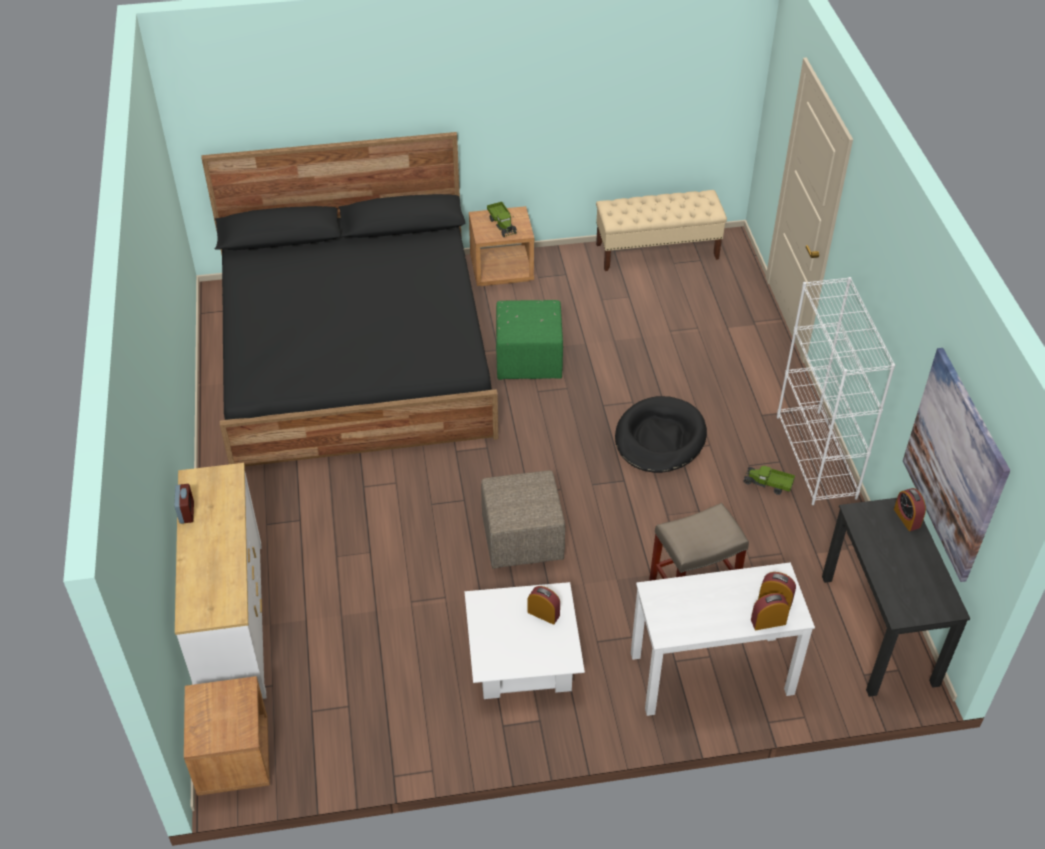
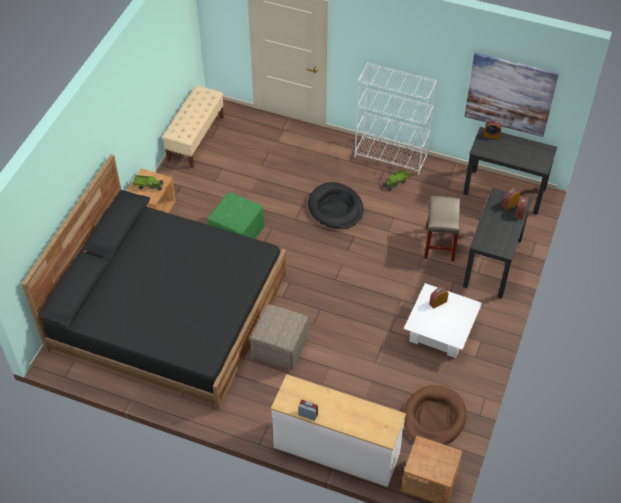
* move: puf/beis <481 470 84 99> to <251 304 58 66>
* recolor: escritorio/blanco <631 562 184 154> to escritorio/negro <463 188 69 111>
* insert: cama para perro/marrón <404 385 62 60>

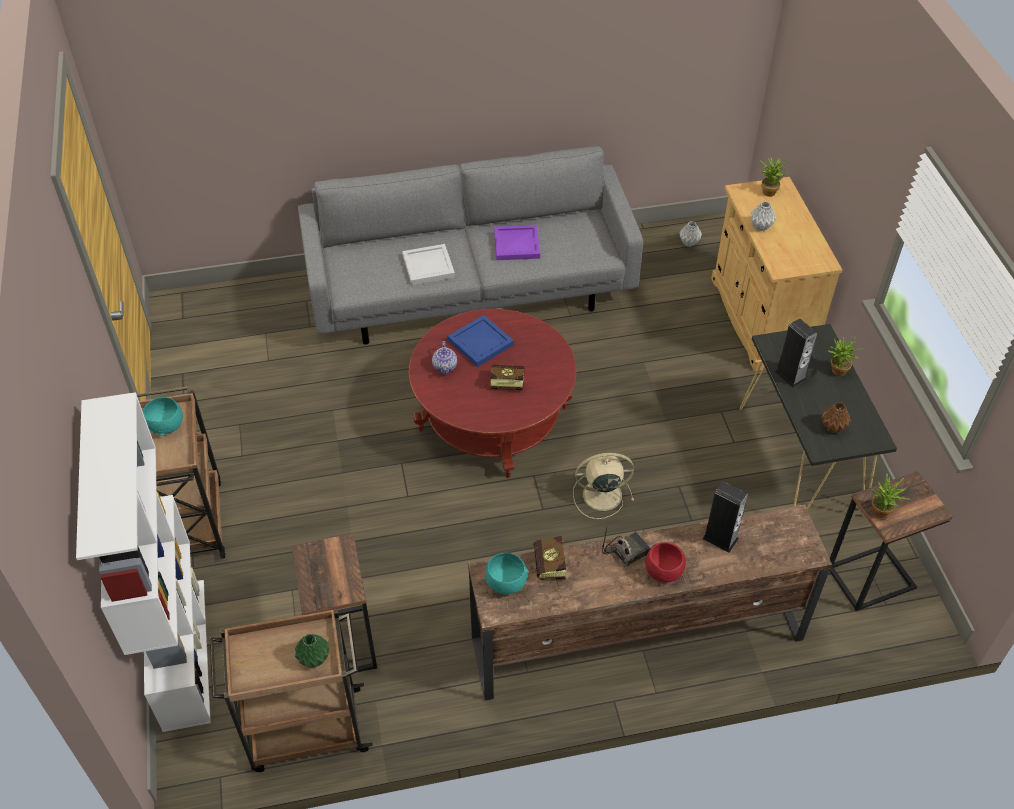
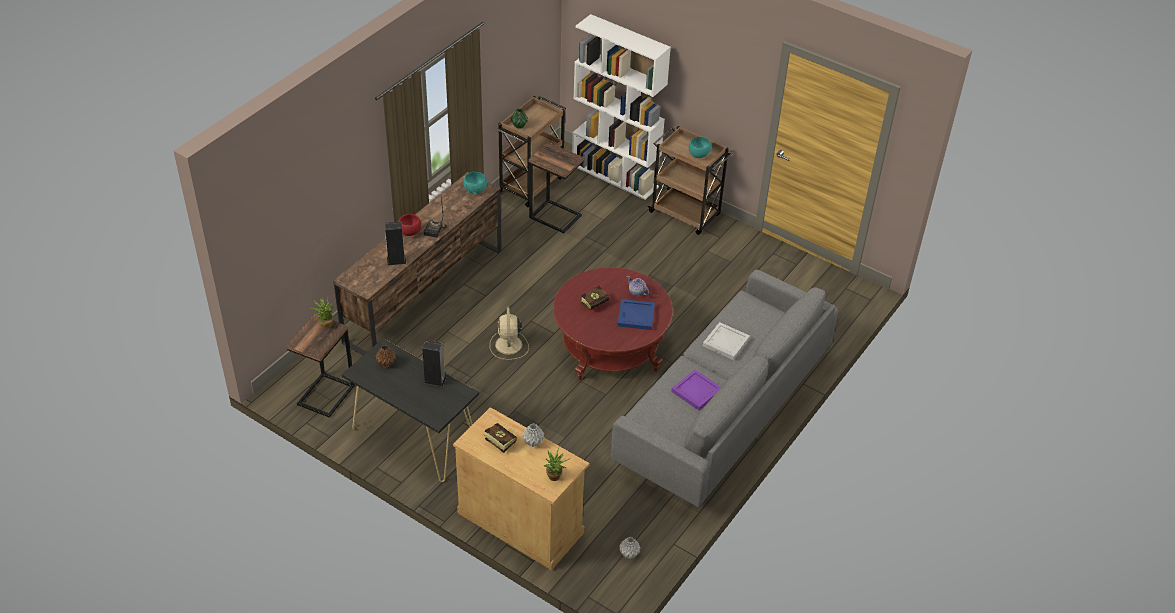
* move: libro <533 536 34 55> to <483 423 34 30>
* rotate: ventilador/beis <573 453 61 66> = <490 307 39 53> 135 degrees clockwise
* delete: planta en maceta <828 337 35 39>

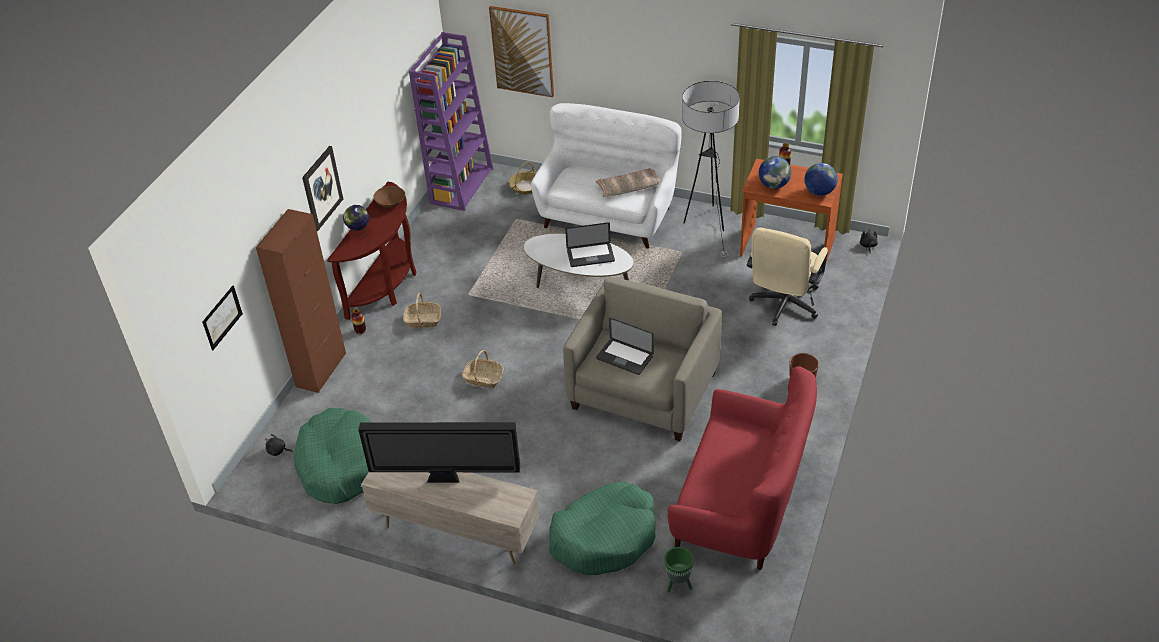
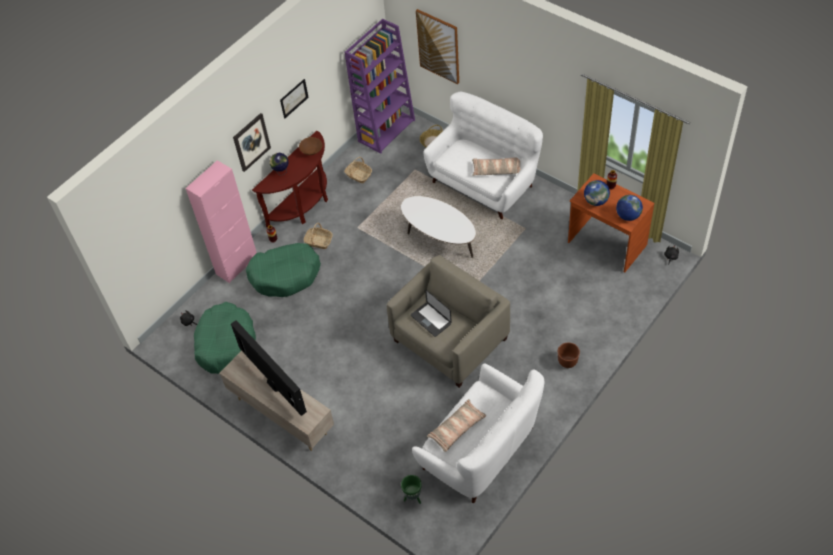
* move: cuadro <202 286 41 64> to <280 79 29 39>
* recolor: armario/marrón <256 209 90 184> to armario/rosa <185 160 72 123>
* rotate: televisor <358 422 162 61> = <231 320 76 96> 150 degrees counterclockwise
* move: cesta <462 350 42 38> to <344 157 28 26>
* move: cama para perro/verde <549 482 107 93> to <246 243 75 54>
* delete: portátil <565 222 50 45>
* recolor: sofá/rojo <668 366 149 204> to sofá/blanco <412 364 132 139>
* delete: lámpara de pie <682 81 58 176>
* delete: silla de oficina/beis <747 227 81 99>
* insert: cojín <427 399 59 53>

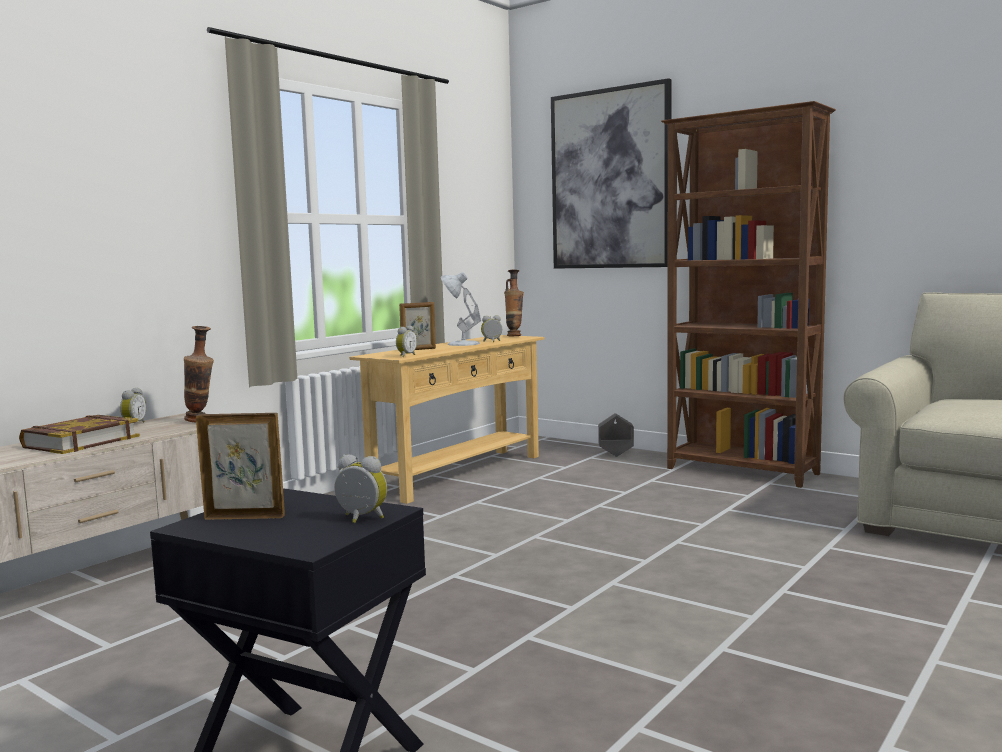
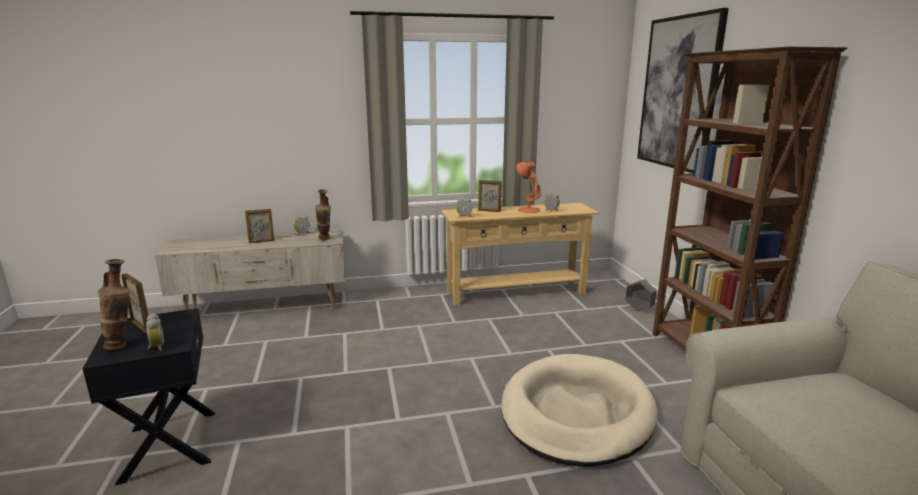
* replace: libro <19 415 121 39> to portarretratos <245 209 29 34>
* recolor: lámpara de mesa/blanco <441 272 40 74> to lámpara de mesa/naranja <516 162 25 51>
* move: florero <504 269 20 67> to <98 259 33 91>
* insert: cama para perro/beis <501 354 157 113>

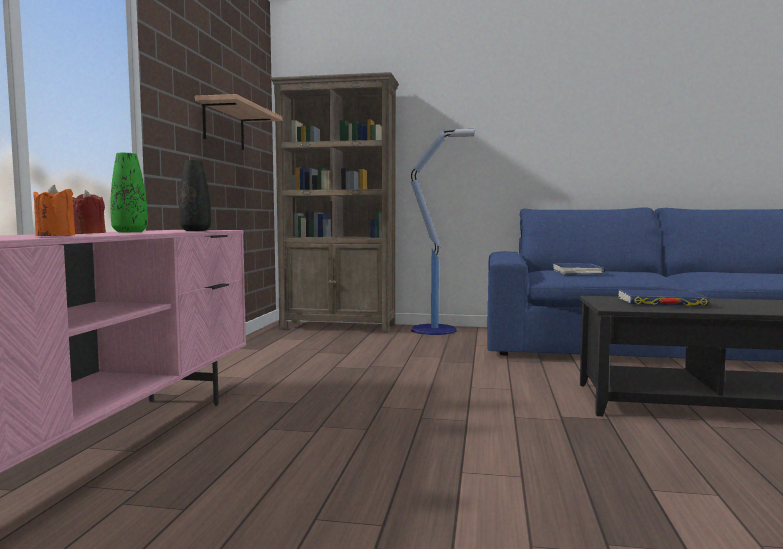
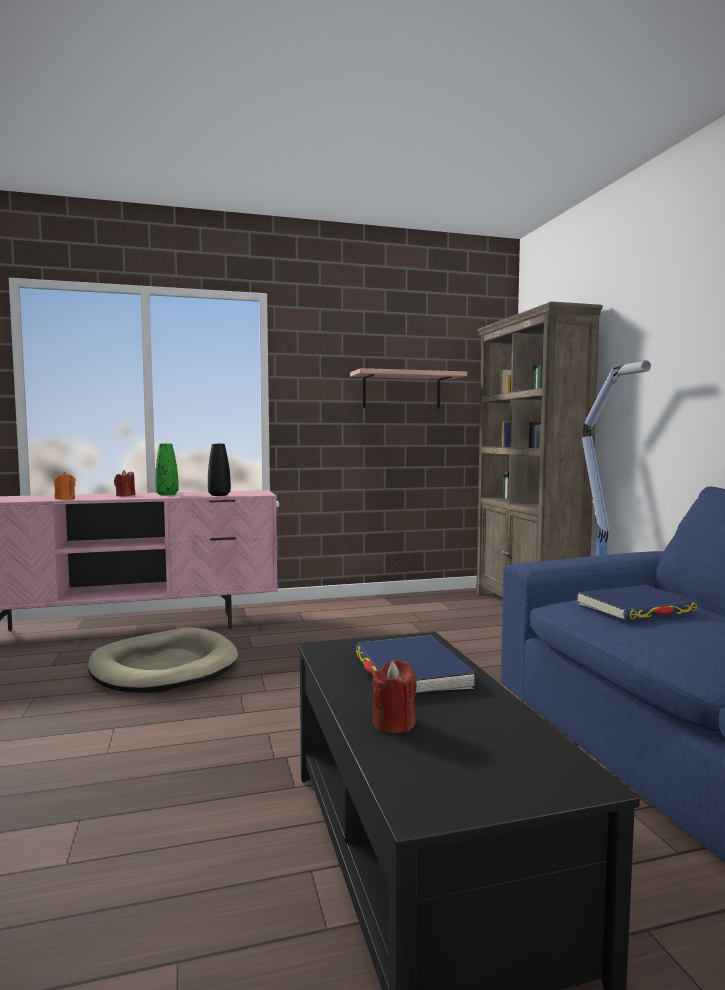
* insert: cama para perro/beis <88 627 150 66>
* insert: vela/rojo <372 660 45 73>

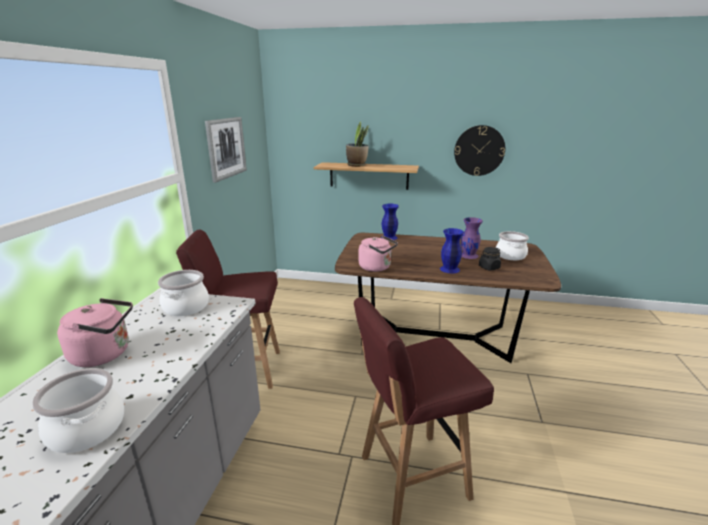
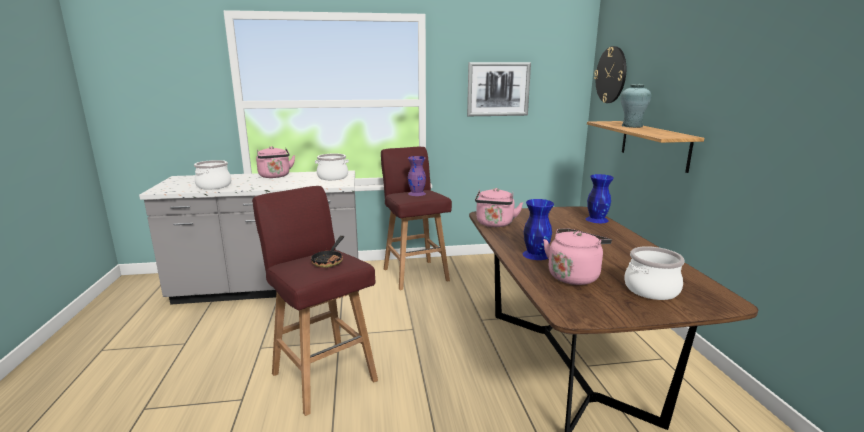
* replace: planta en maceta <346 121 23 46> to florero/turquesa <620 84 31 44>
* move: reloj de pared <454 125 51 51> to <594 46 32 57>
* move: florero/morado <461 217 22 42> to <408 156 18 40>
* replace: tarro/negro <479 247 22 24> to hervidor/rosa <543 228 69 57>
* insert: sartén <310 236 34 32>

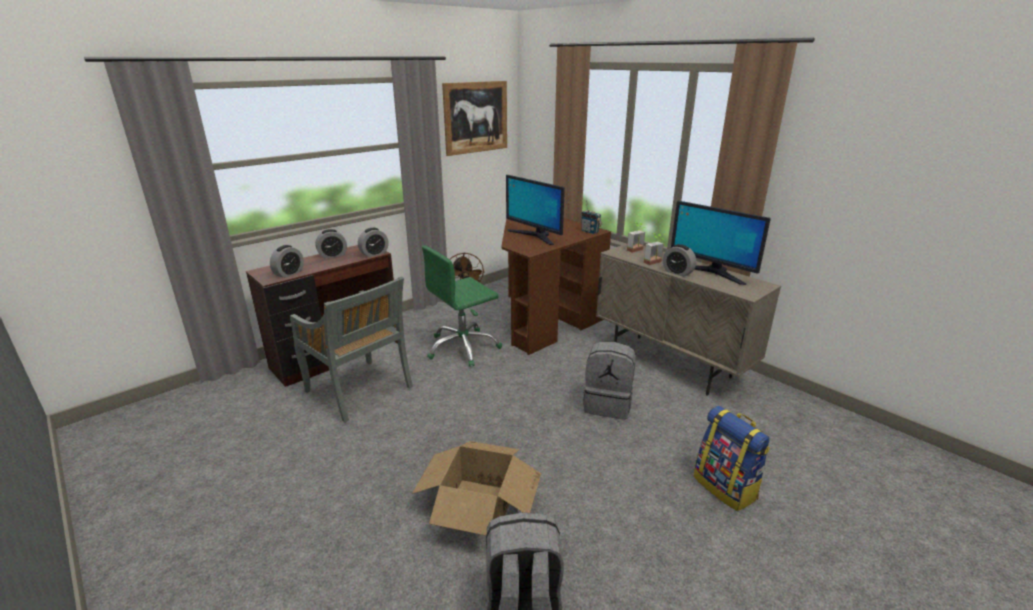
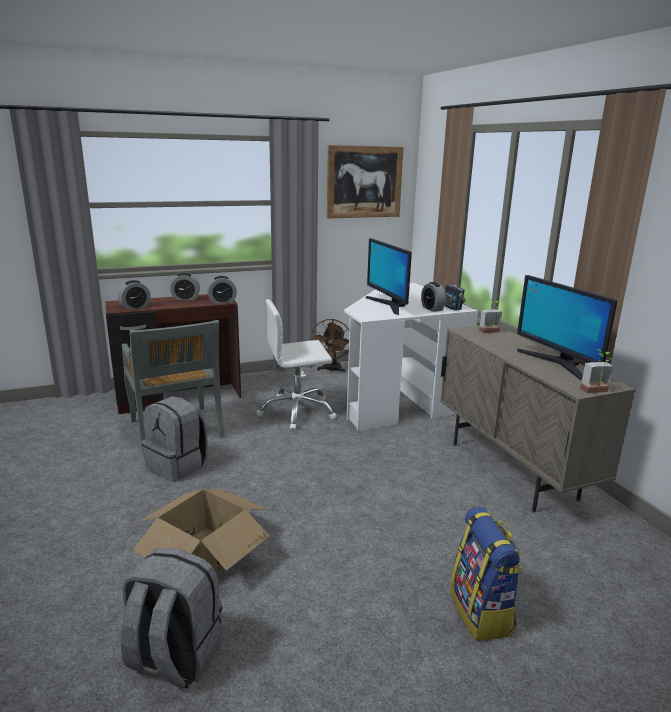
* recolor: silla de oficina/verde <422 245 80 122> to silla de oficina/blanco <257 299 80 131>
* recolor: escritorio/marrón <501 218 110 137> to escritorio/blanco <344 283 134 148>
* move: mochila/gris <583 342 53 78> to <142 396 66 86>
* move: planta en maceta <644 233 20 32> to <580 349 33 44>
* move: despertador <663 244 33 33> to <421 282 25 30>

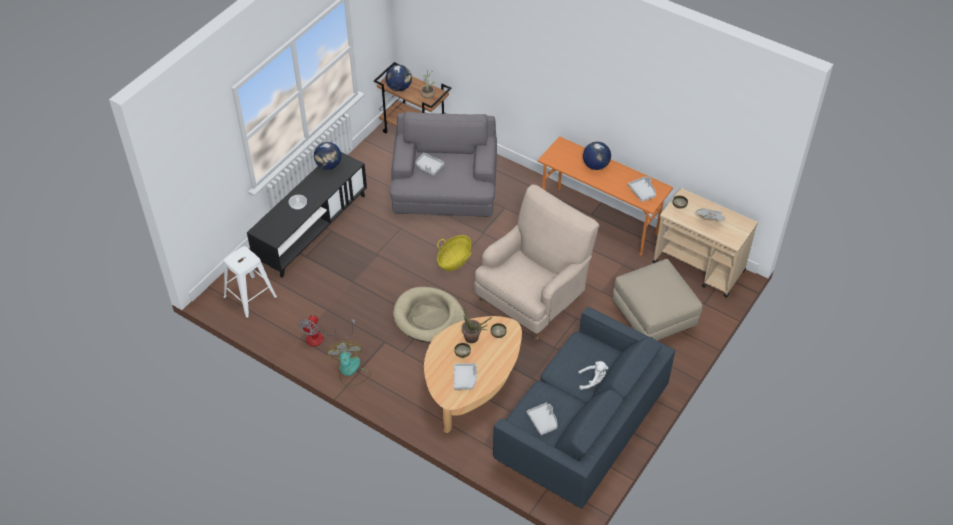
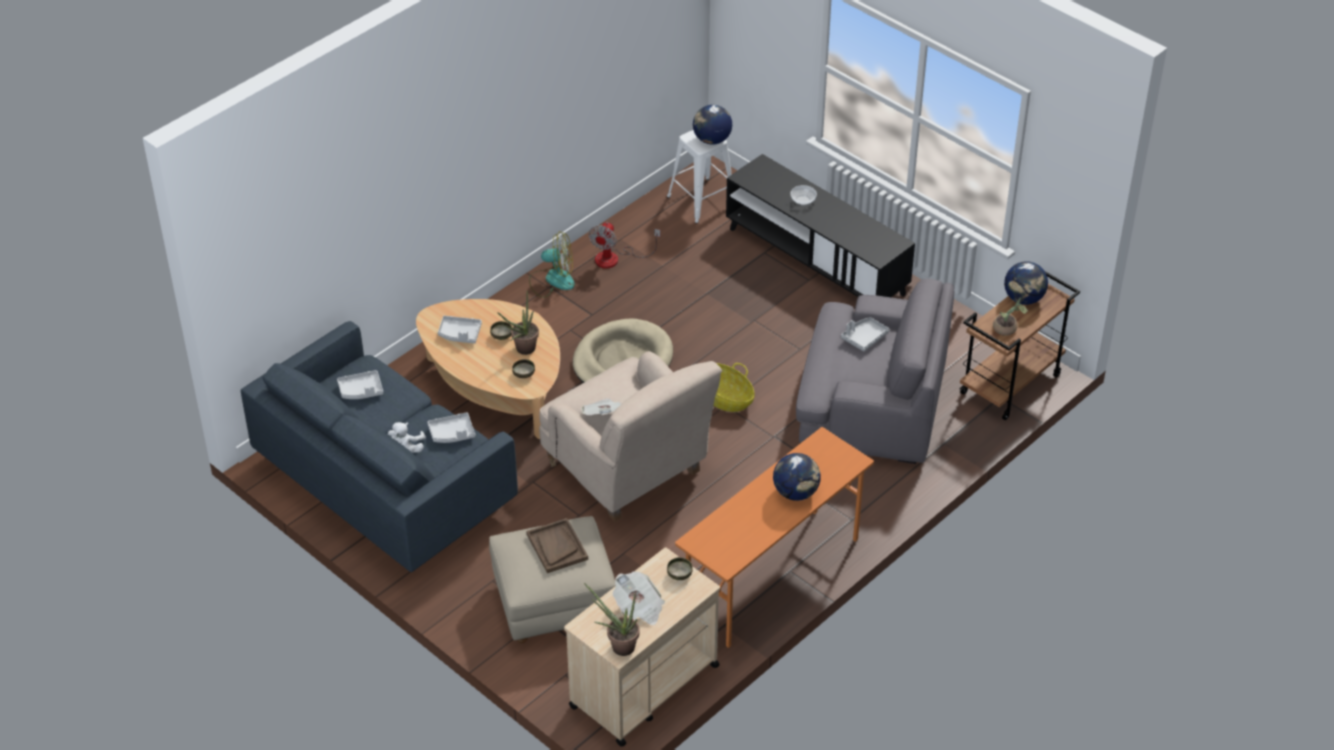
* rotate: ventilador <298 315 58 31> = <588 222 73 46> 105 degrees counterclockwise
* move: globo terráqueo <314 142 28 28> to <693 105 39 40>
* move: bandeja/gris <628 176 28 26> to <427 412 48 31>
* insert: bandeja/marrón <526 518 62 55>
* insert: periódico <581 398 40 17>
* insert: planta en maceta <584 583 56 73>

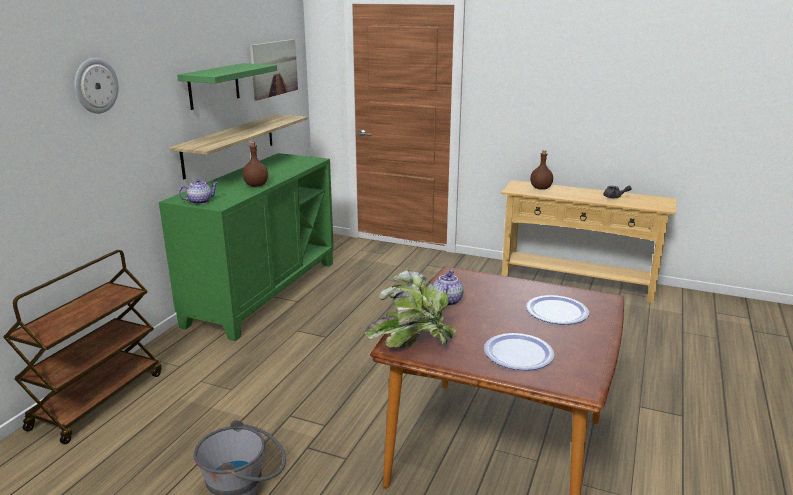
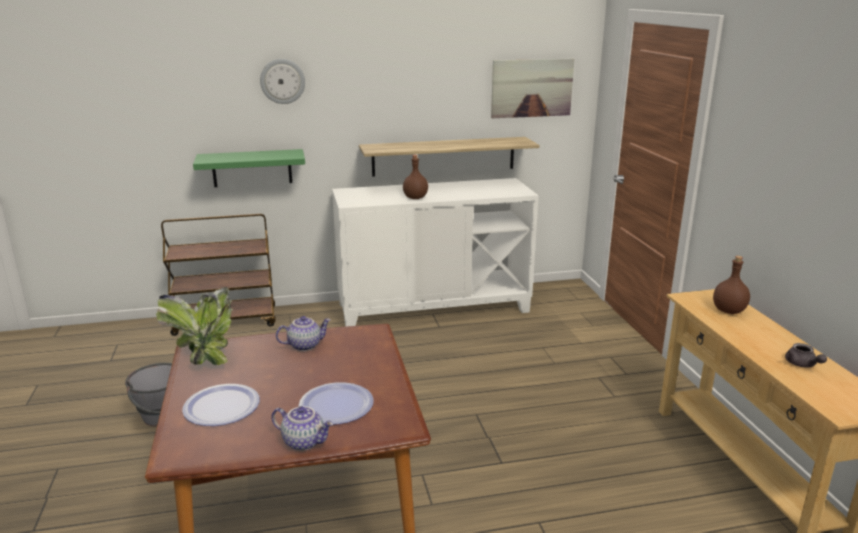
* recolor: armario/verde <159 153 175 188> to armario/blanco <332 178 207 149>
* move: estante/verde <177 63 100 47> to <193 149 112 38>
* move: tetera <179 179 39 25> to <271 406 62 45>

